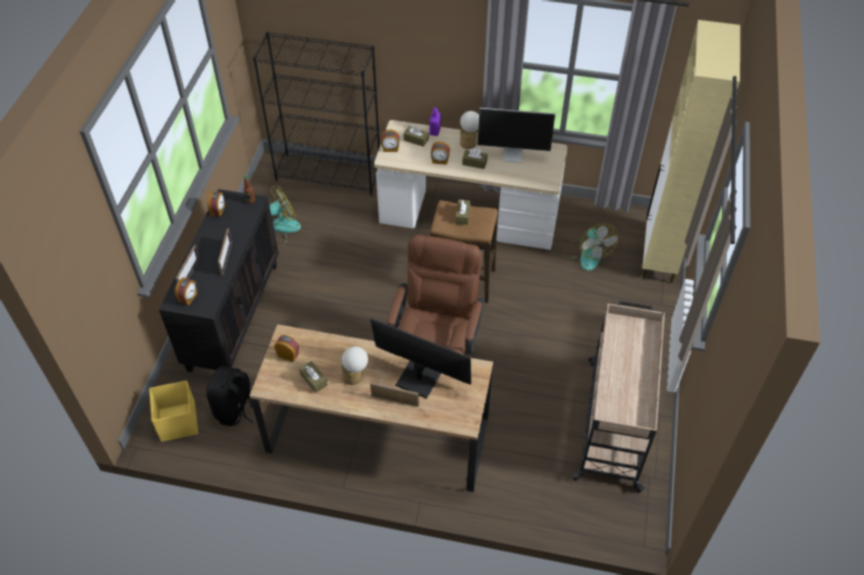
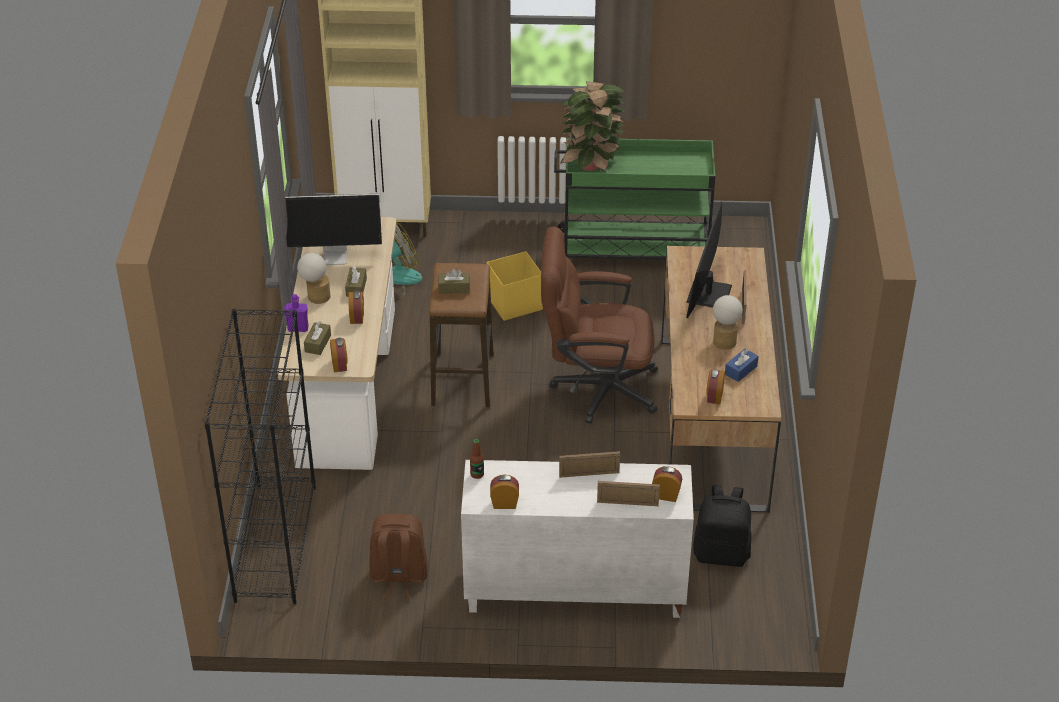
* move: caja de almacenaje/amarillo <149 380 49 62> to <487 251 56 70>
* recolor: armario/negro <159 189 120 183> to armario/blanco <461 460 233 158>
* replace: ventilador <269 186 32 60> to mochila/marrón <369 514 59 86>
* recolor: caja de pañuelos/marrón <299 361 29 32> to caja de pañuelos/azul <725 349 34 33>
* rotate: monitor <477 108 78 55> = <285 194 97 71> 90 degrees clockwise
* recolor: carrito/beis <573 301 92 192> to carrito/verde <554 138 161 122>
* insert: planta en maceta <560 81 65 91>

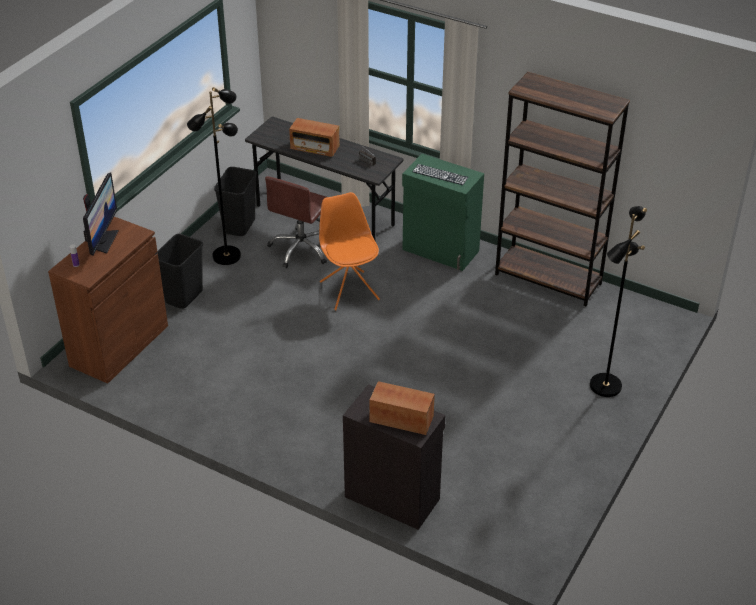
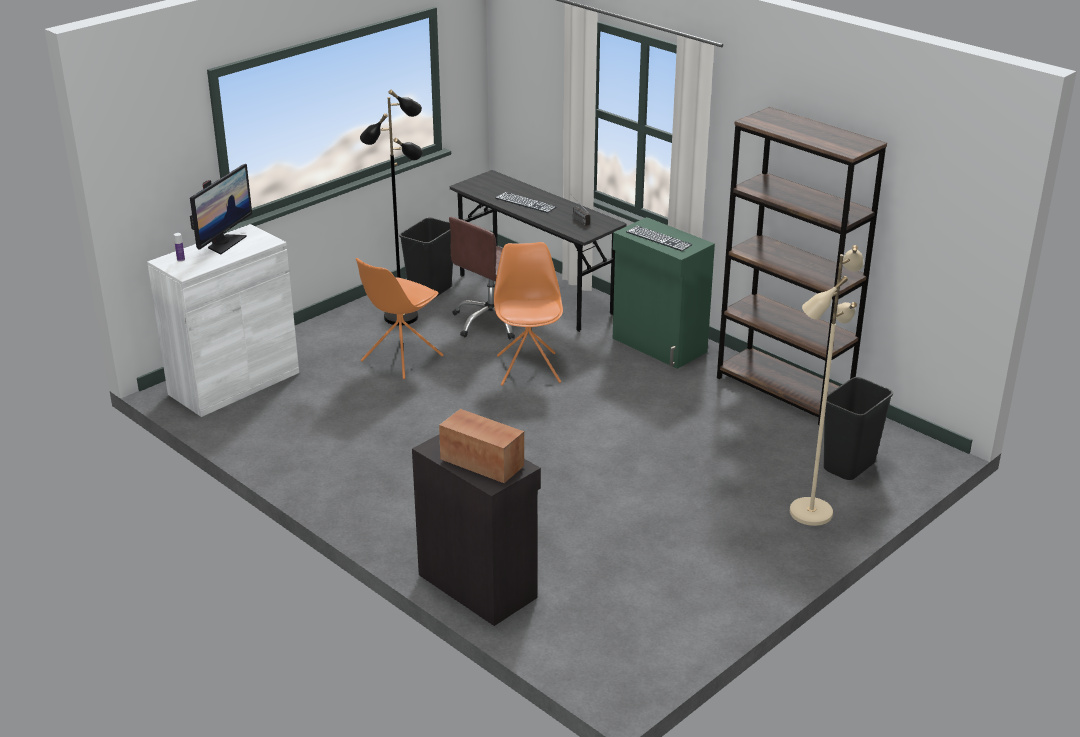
* recolor: armario/marrón <48 217 120 167> to armario/blanco <147 224 152 193>
* move: papelera/negro <155 234 48 75> to <824 377 69 103>
* replace: radio <289 118 51 39> to teclado <495 192 62 21>
* recolor: lámpara de pie/negro <590 206 57 191> to lámpara de pie/beis <790 245 73 281>
* insert: silla/naranja <356 258 87 121>

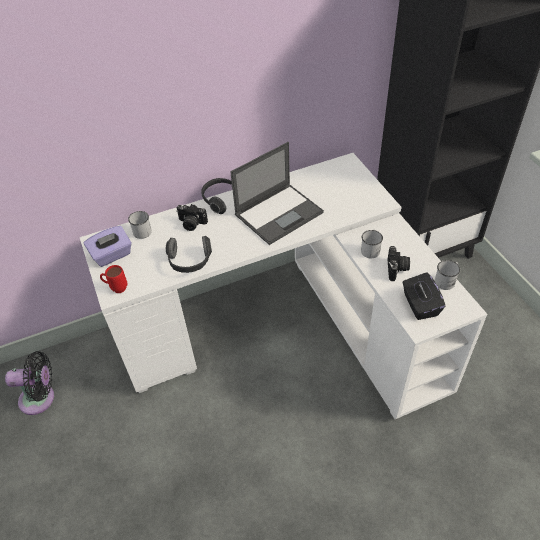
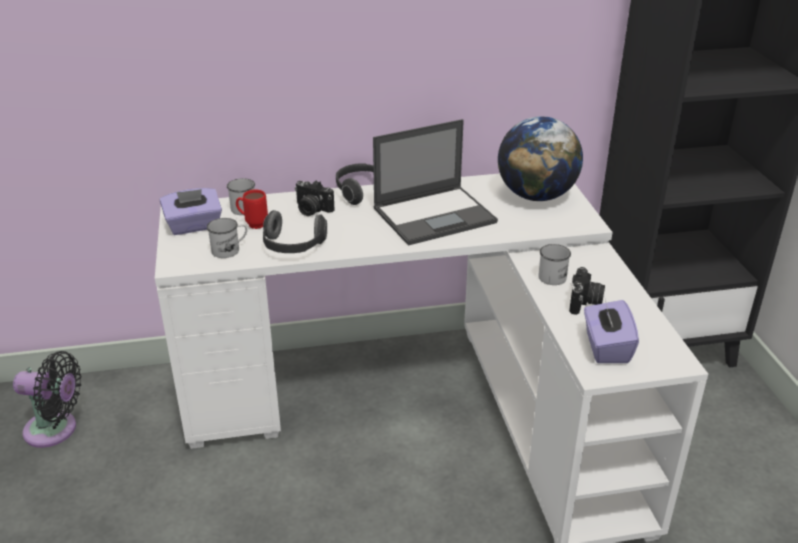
* move: taza grande/rojo <100 265 27 28> to <236 189 32 40>
* recolor: caja de pañuelos/negro <402 272 43 48> to caja de pañuelos/morado <584 300 55 63>
* move: taza grande/blanco <435 260 25 30> to <207 218 40 40>
* insert: globo terráqueo <498 116 85 85>

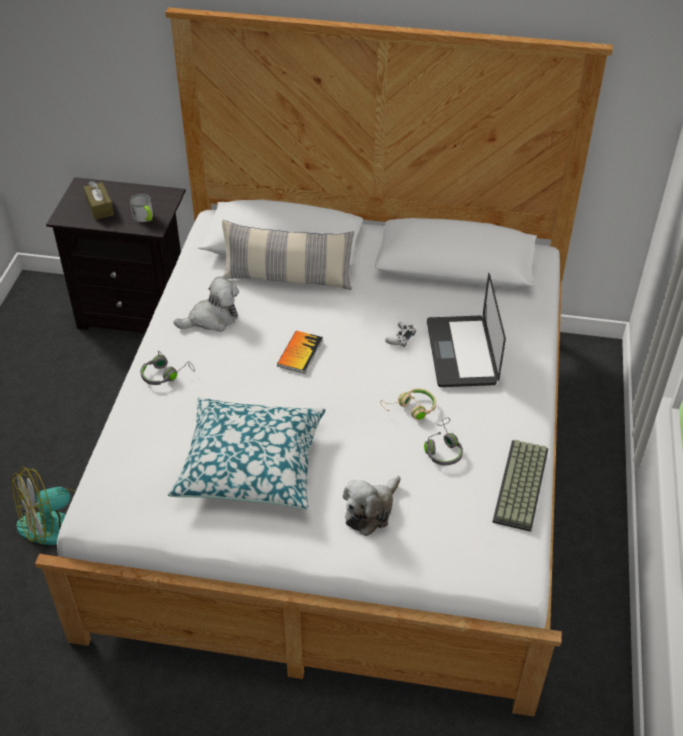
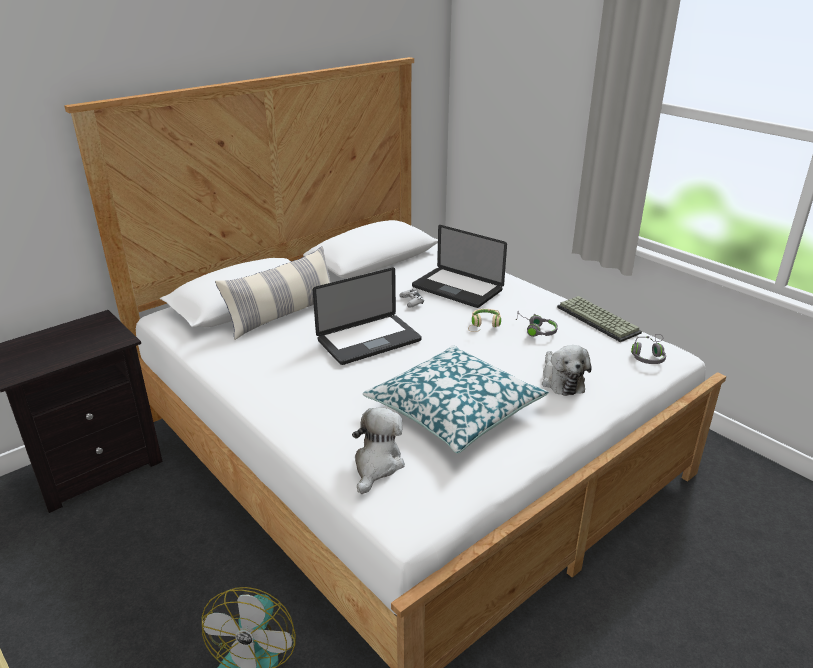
* delete: caja de pañuelos/marrón <84 181 30 39>
* delete: taza grande <130 194 23 28>
* move: auriculares/gris <140 351 55 34> to <631 334 35 30>
* move: peluche <174 276 65 56> to <352 407 53 87>
* replace: libro <277 330 46 44> to portátil <313 268 109 97>

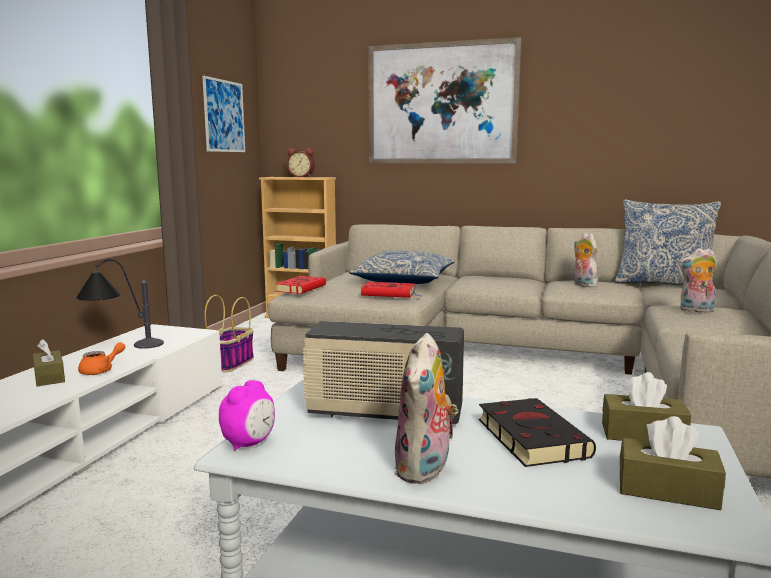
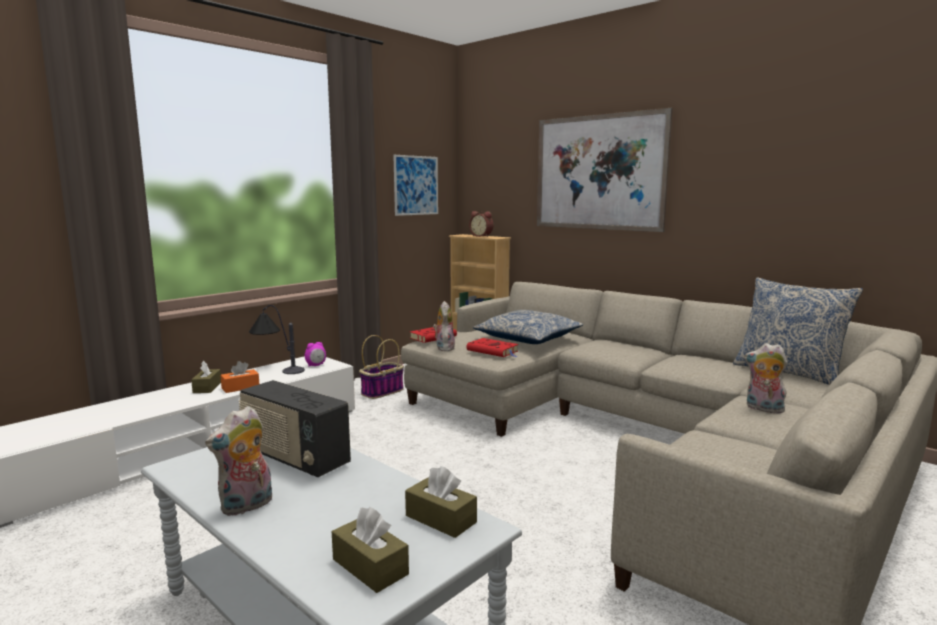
* replace: tetera/naranja <78 342 47 33> to caja de pañuelos/naranja <220 361 39 32>
* move: despertador <219 380 56 71> to <305 342 21 24>
* delete: libro/negro <479 398 117 69>
* move: peluche <573 233 26 54> to <433 301 22 50>

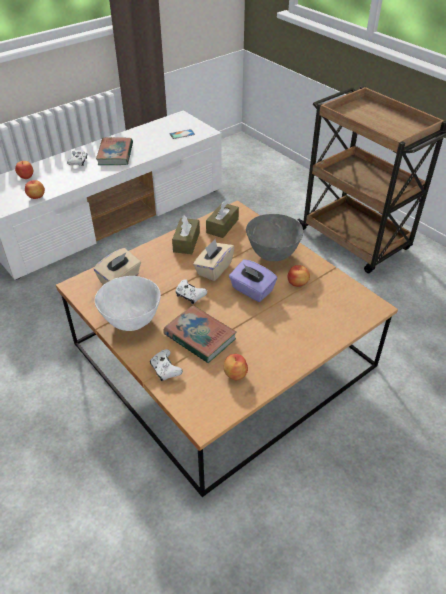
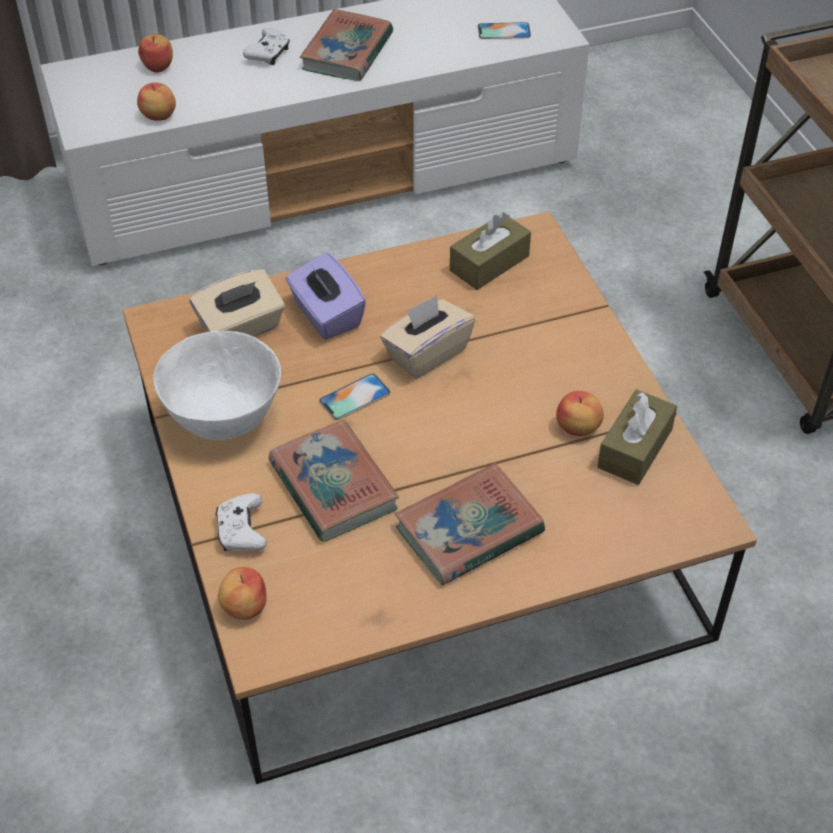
* move: caja de pañuelos/marrón <172 215 28 39> to <597 389 80 96>
* replace: mando de consola/blanco <176 279 31 25> to móvil <319 373 71 47>
* move: manzana <224 354 24 26> to <218 567 49 53>
* move: caja de pañuelos/morado <229 259 48 43> to <286 253 80 87>
* delete: cuenco/gris <246 214 57 47>
* insert: libro <395 463 150 122>

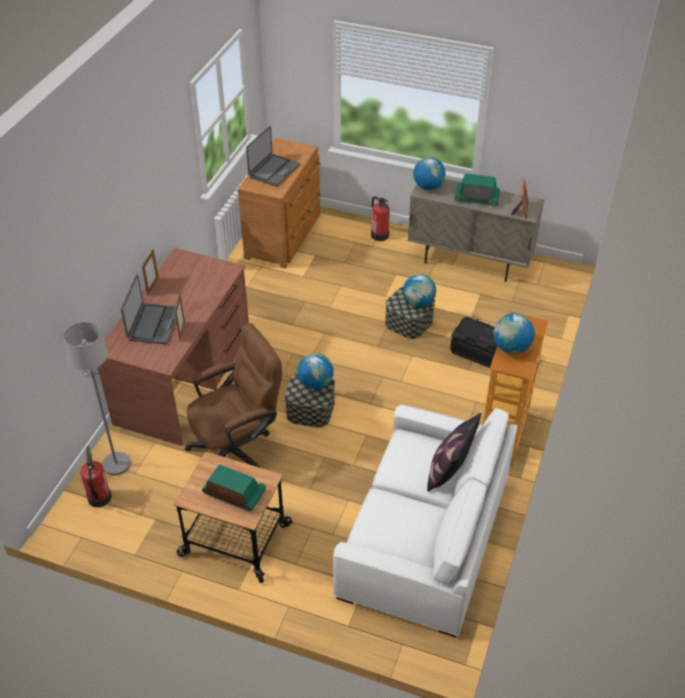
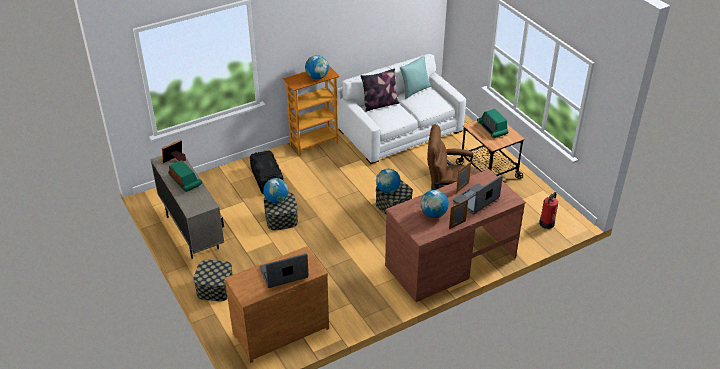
* delete: lámpara de pie/gris <64 322 66 153>
* replace: extintor <371 196 19 45> to caja de almacenaje <193 260 40 41>
* move: globo terráqueo <413 157 33 33> to <420 190 29 28>
* insert: cojín/turquesa <400 55 31 44>

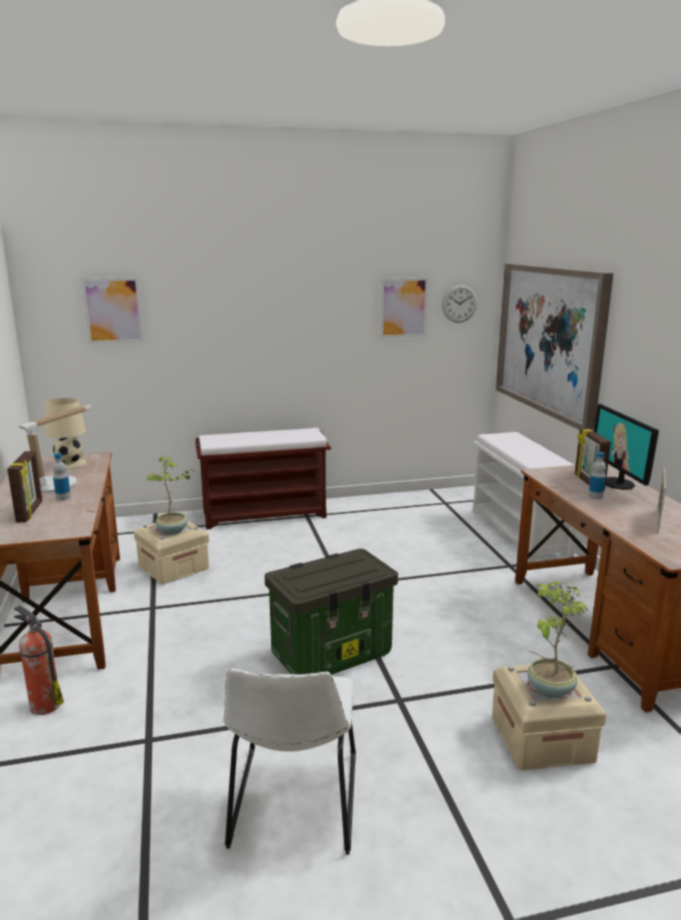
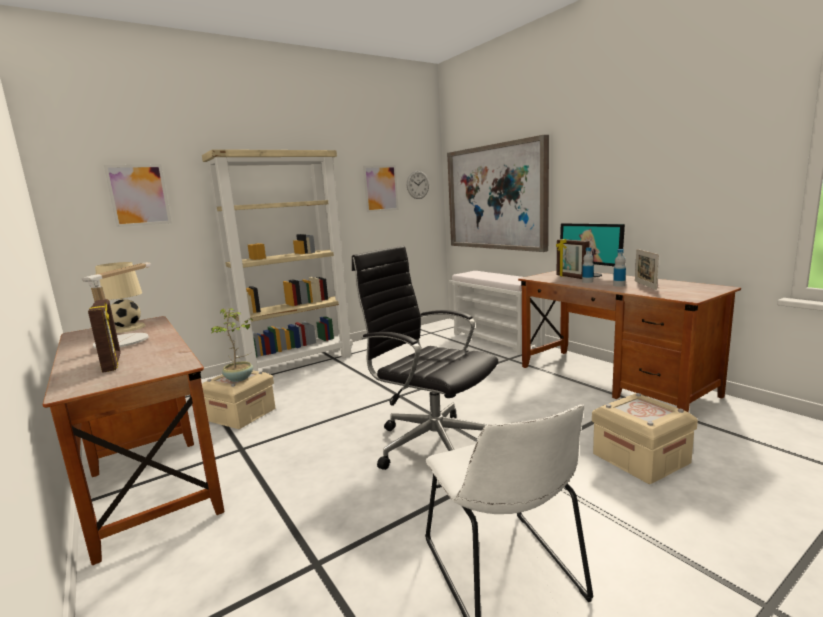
* delete: extintor <14 605 50 110>
* move: botella <53 453 18 48> to <613 249 13 38>
* replace: banco/marrón <195 428 136 102> to estantería/beis <202 149 151 222>
* replace: caja de almacenaje <265 549 133 126> to silla de oficina/negro <352 246 146 224>
* delete: planta en maceta <527 582 61 116>

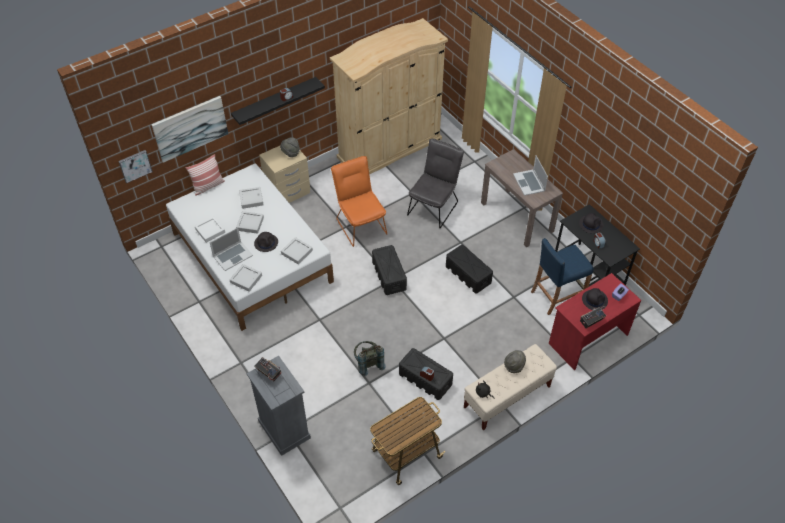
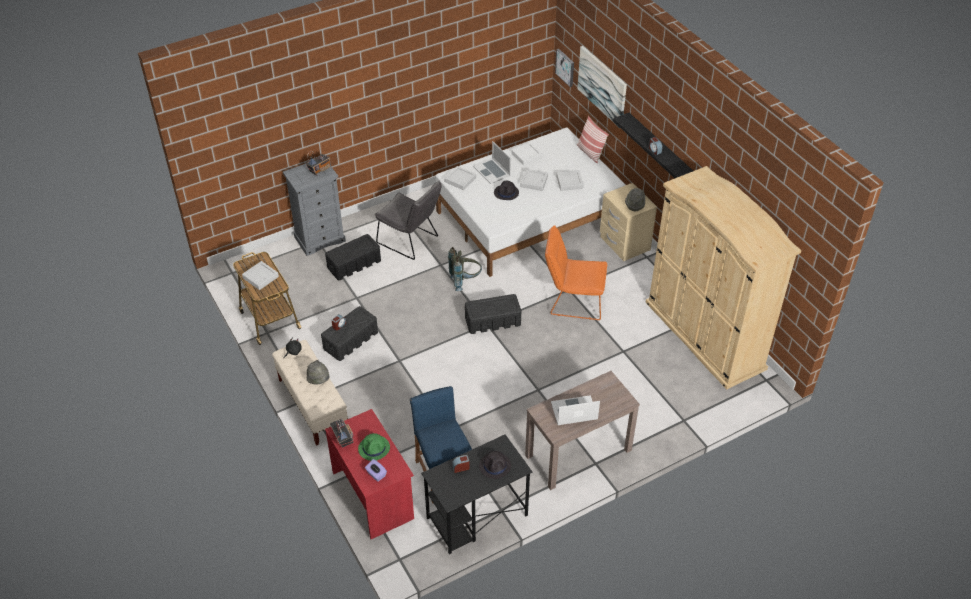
* move: bandeja/gris <281 237 32 27> to <242 261 37 29>
* rotate: silla/naranja <331 156 56 91> = <545 225 62 95> 150 degrees counterclockwise
* move: mochila/gris <354 341 32 35> to <448 247 34 44>
* move: silla/gris <407 138 57 90> to <375 181 66 79>
* move: caja de almacenaje/negro <446 245 47 48> to <325 234 56 46>
* recolor: sombrero/negro <582 288 26 22> to sombrero/verde <358 433 32 28>

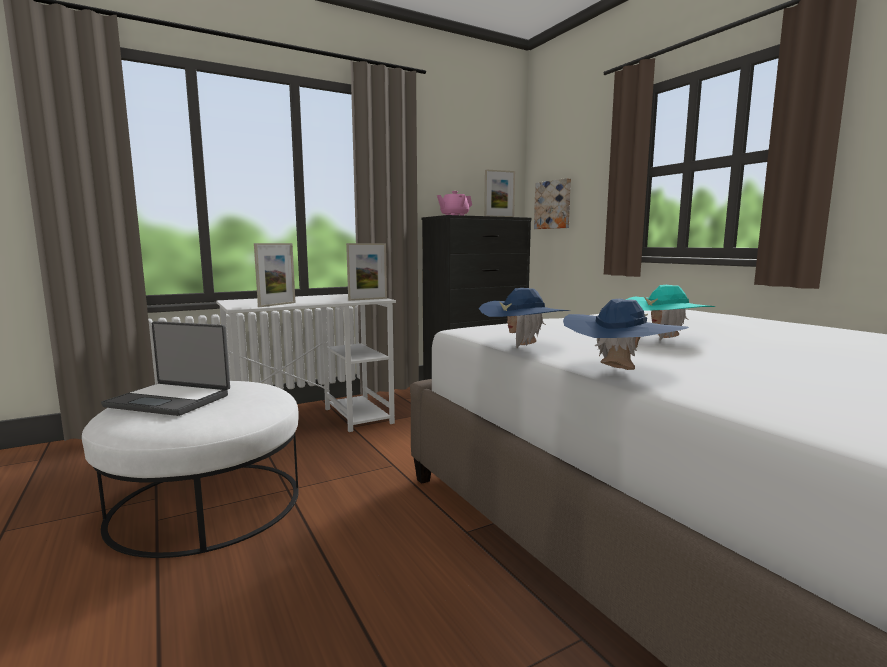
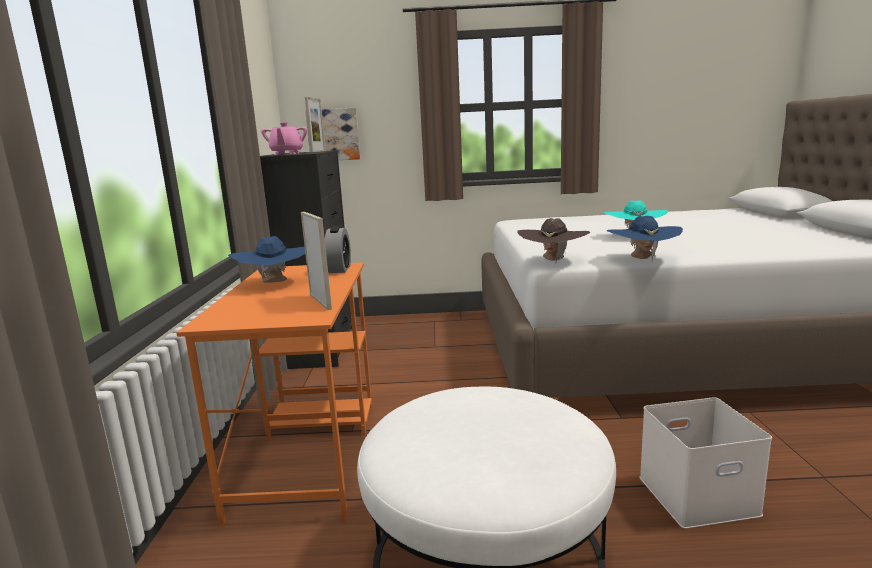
* delete: portátil <101 321 129 95>
* recolor: escritorio/blanco <216 294 180 138> to escritorio/naranja <176 262 196 264>
* replace: portarretratos <346 243 41 58> to despertador <325 226 26 47>
* move: sombrero/azul <563 299 126 71> to <228 236 77 47>
* insert: sombrero/marrón <517 218 73 44>
* insert: caja de almacenaje/blanco <639 397 133 132>

